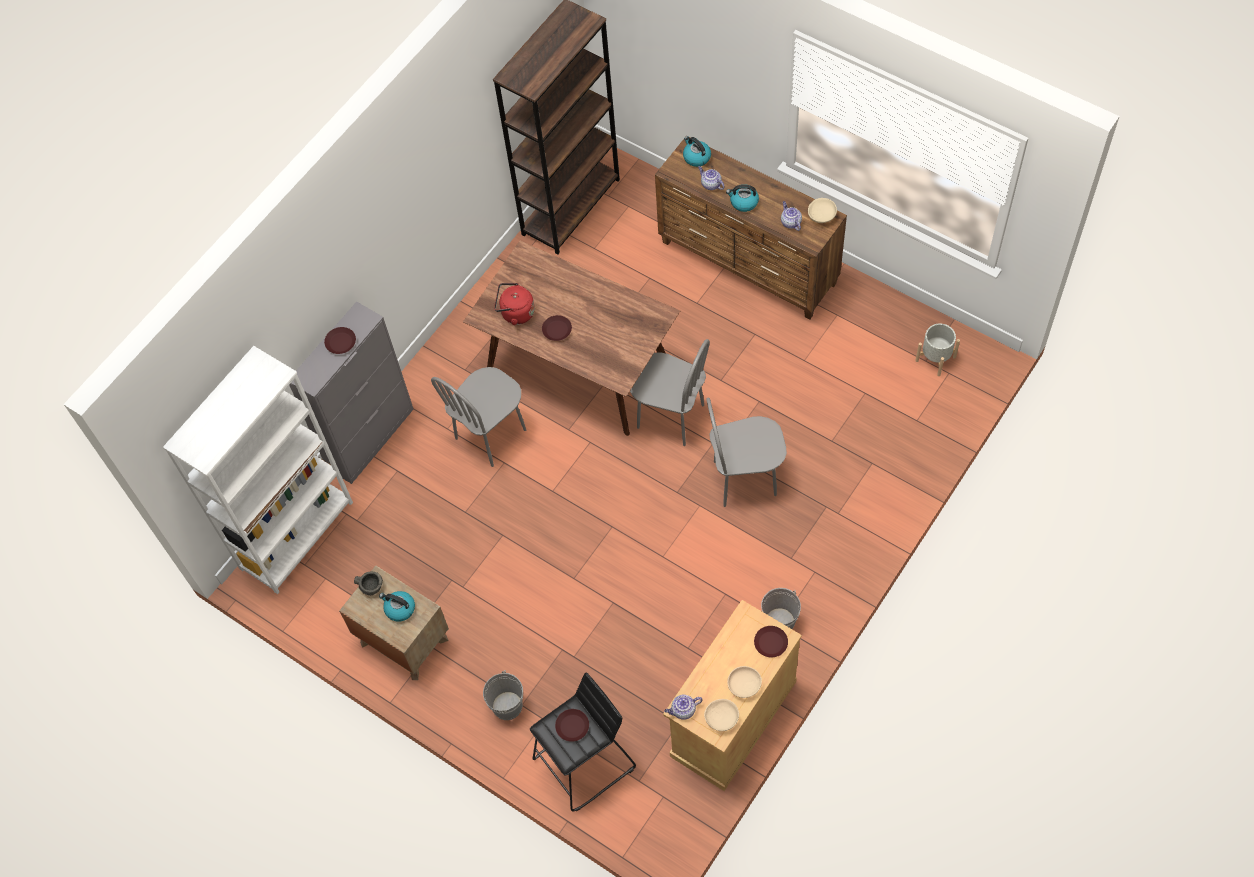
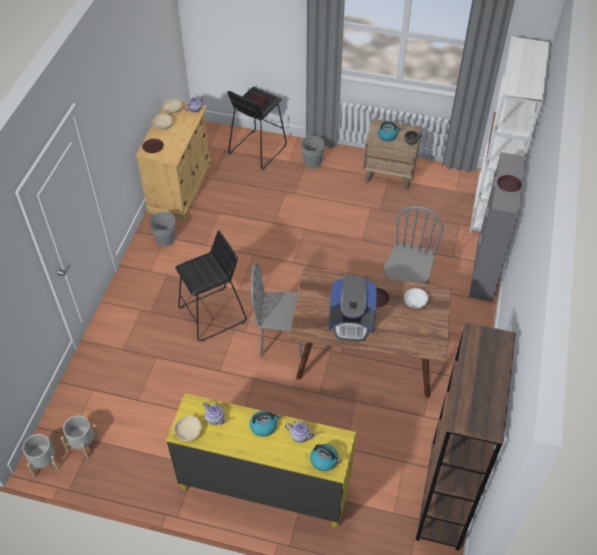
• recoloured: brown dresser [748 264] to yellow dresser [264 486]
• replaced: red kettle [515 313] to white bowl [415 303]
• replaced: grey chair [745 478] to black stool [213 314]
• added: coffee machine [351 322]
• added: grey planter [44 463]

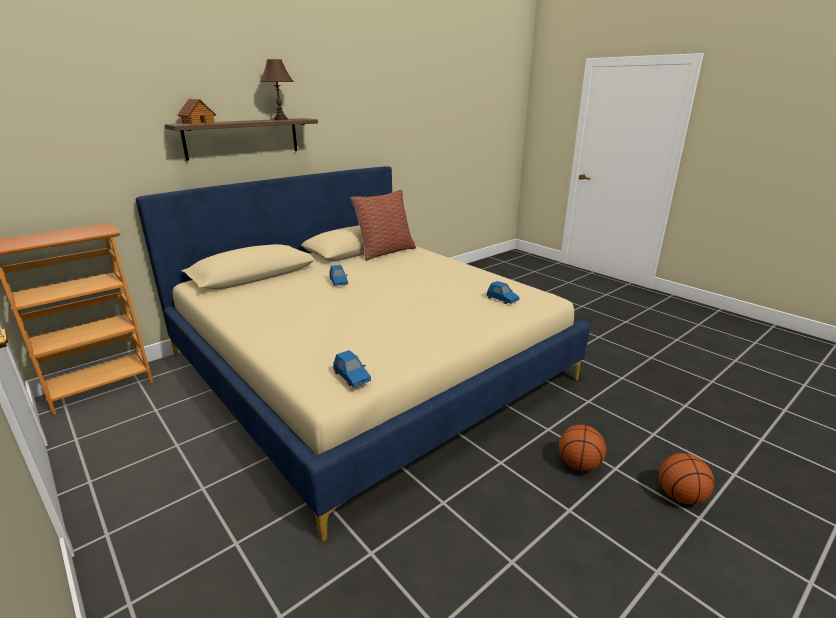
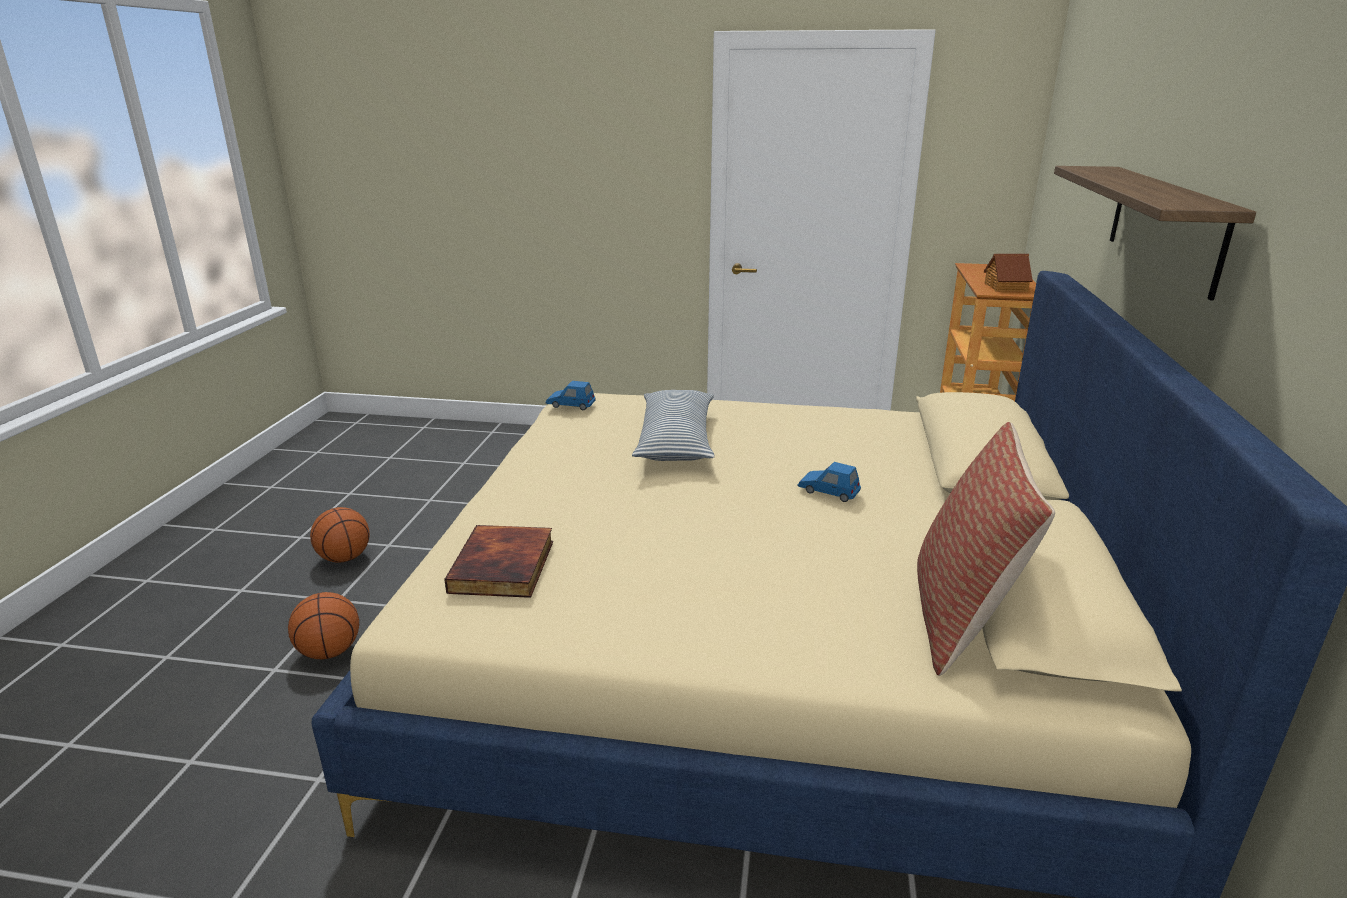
• removed: brown table lamp [281 119]
• moved: toy house [198 123] to [1006 287]
• replaced: blue toy car [502 299] to book [504 567]
• moved: basketball [680 496] to [344 558]
• added: pillow [676 440]

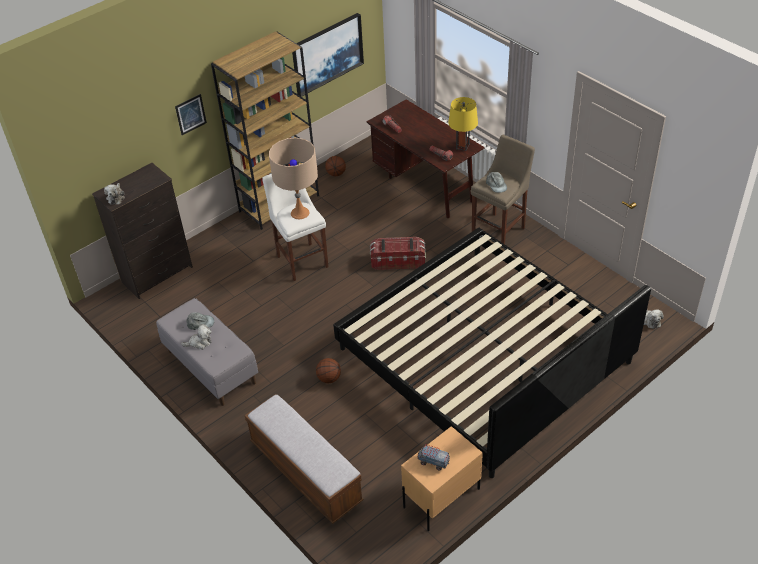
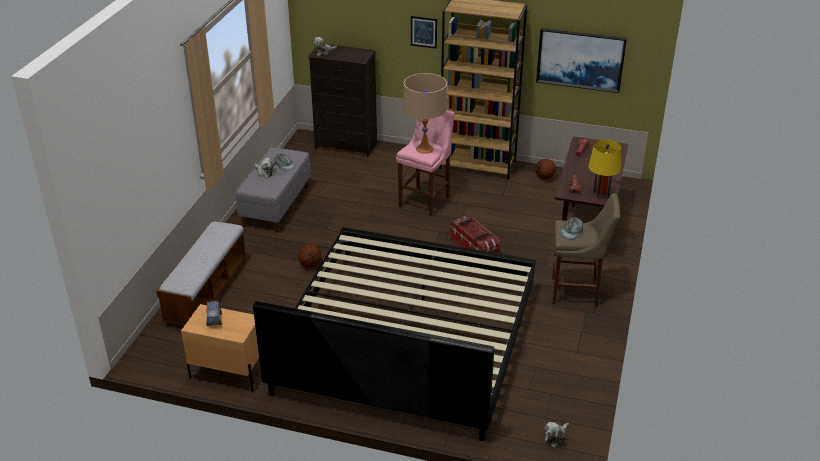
• recoloured: white stool [301 260] to pink stool [425 201]

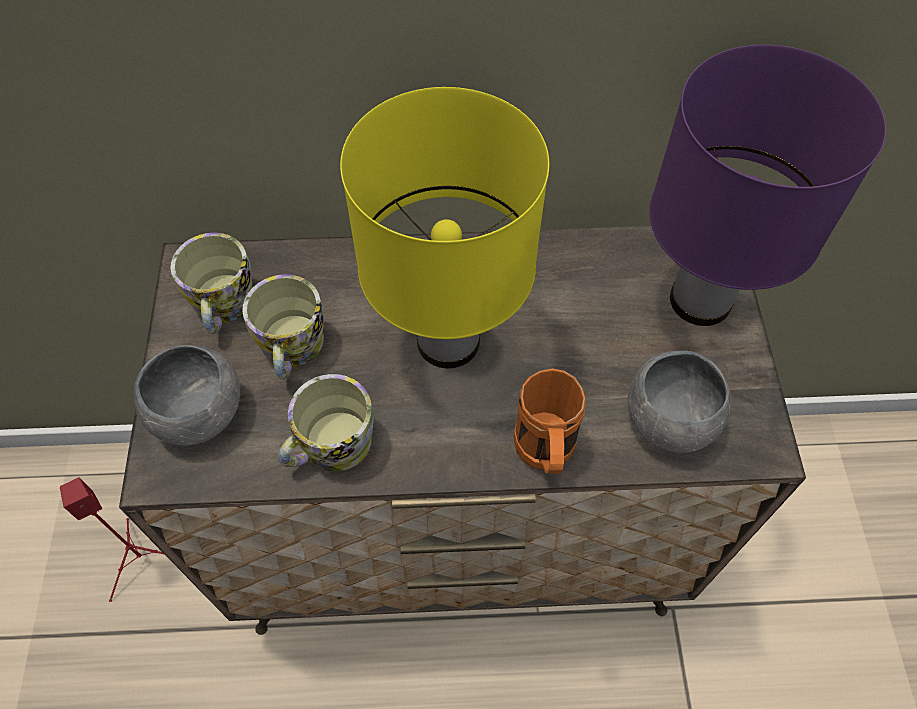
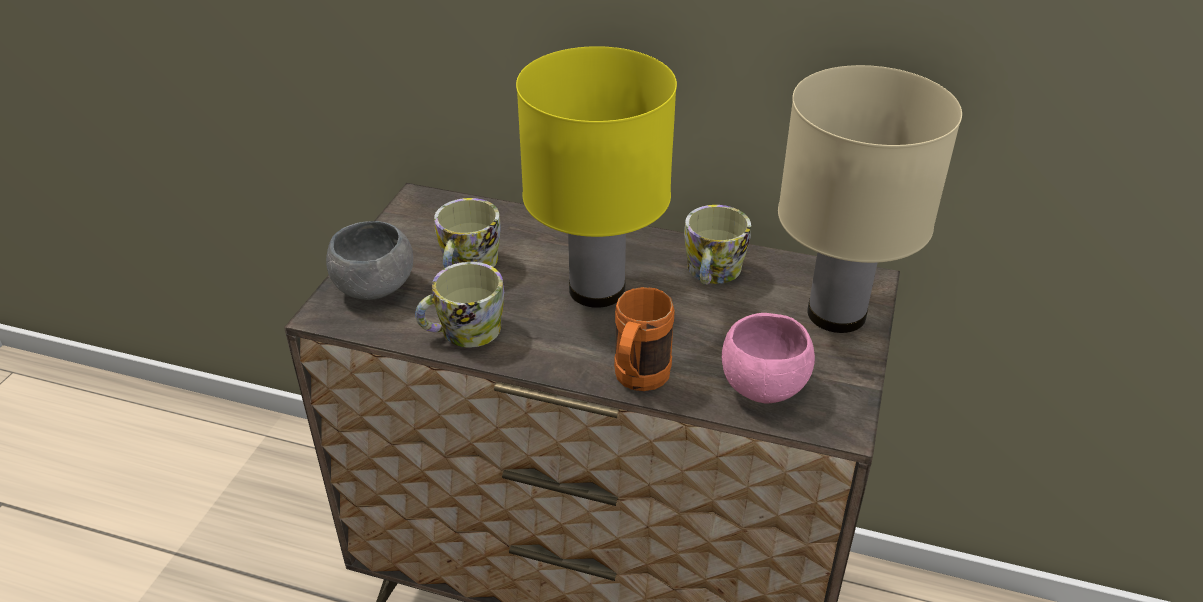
• recoloured: purple table lamp [701 302] to beige table lamp [836 315]
• moved: mug [223 307] to [712 273]
• recoloured: grey bowl [669 419] to pink bowl [763 385]
• removed: red speaker [144 558]

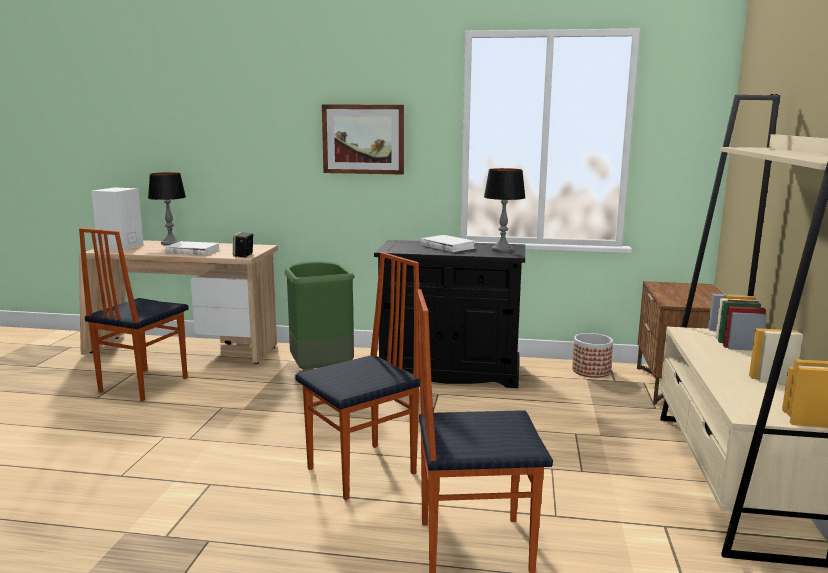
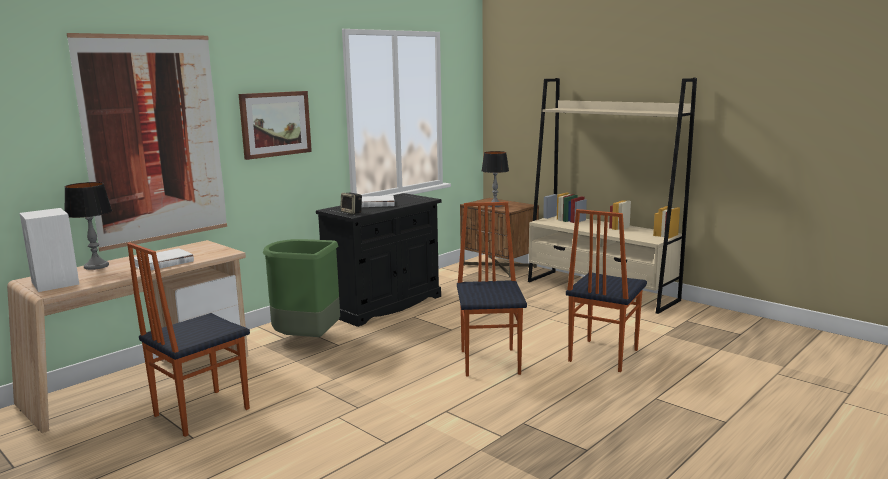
• moved: table lamp [502 250] to [495 205]
• turned: chair [142 385] = [200 412] 75 degrees clockwise
• moved: speaker [243 255] to [352 212]
• removed: planter [590 371]
• added: picture [154 139]

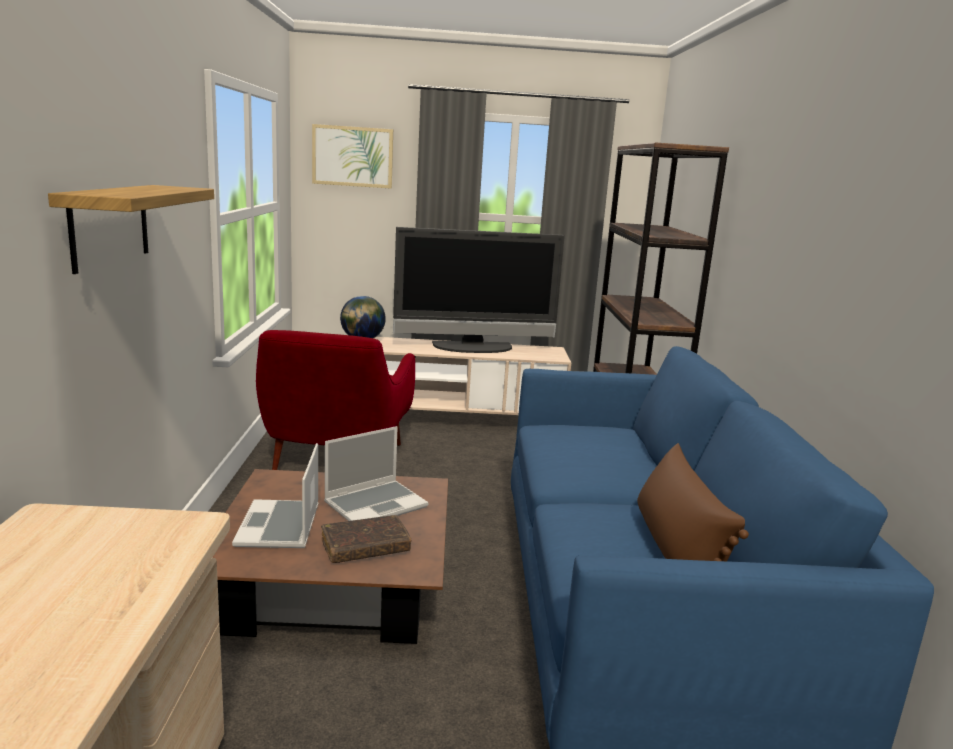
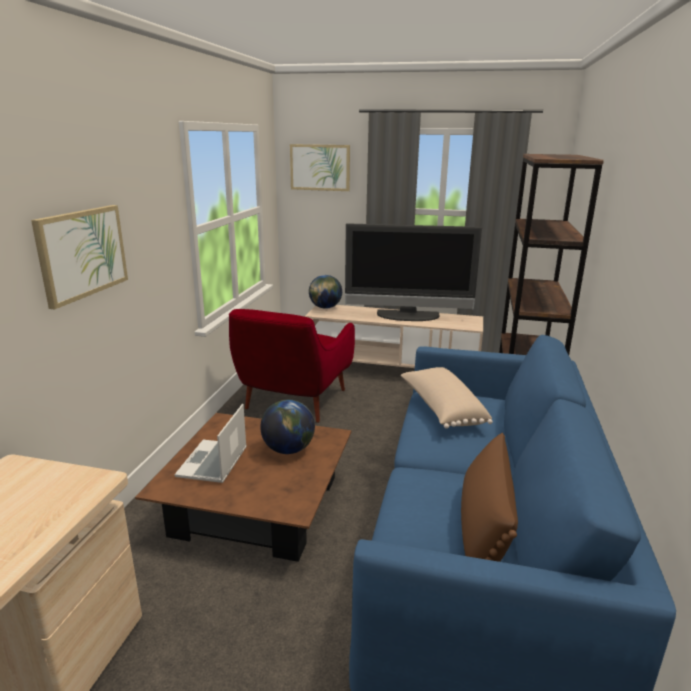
• replaced: shelf [110 225] to picture [82 253]
• replaced: laptop [376 504] to globe [288 449]
• removed: brown book [365 547]
• added: beige pillow [441 409]

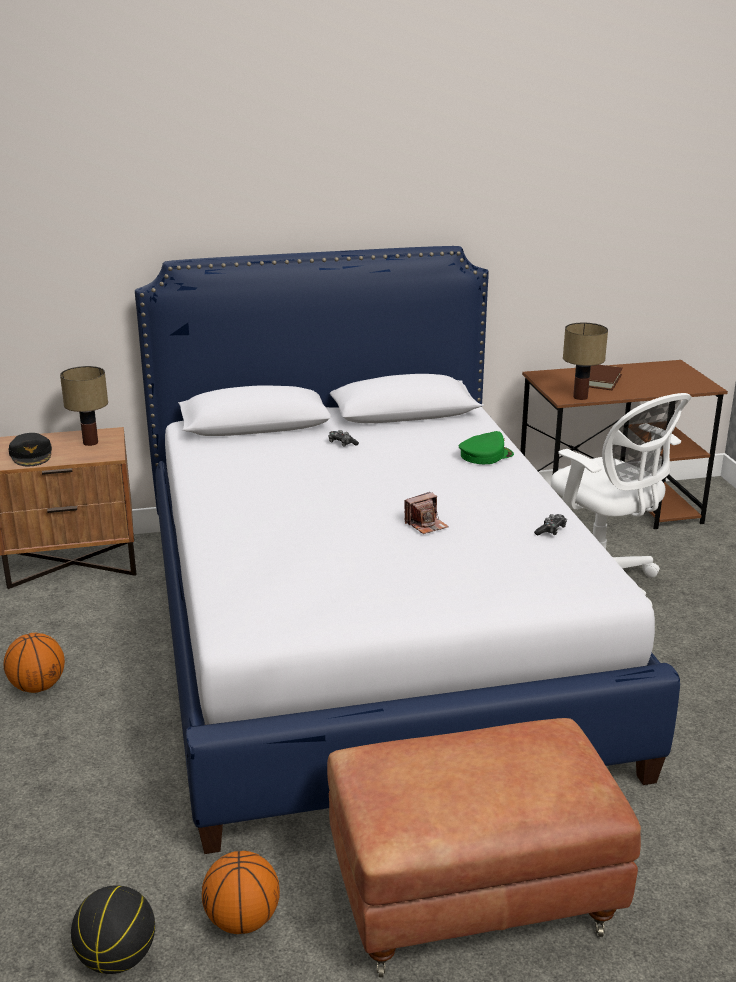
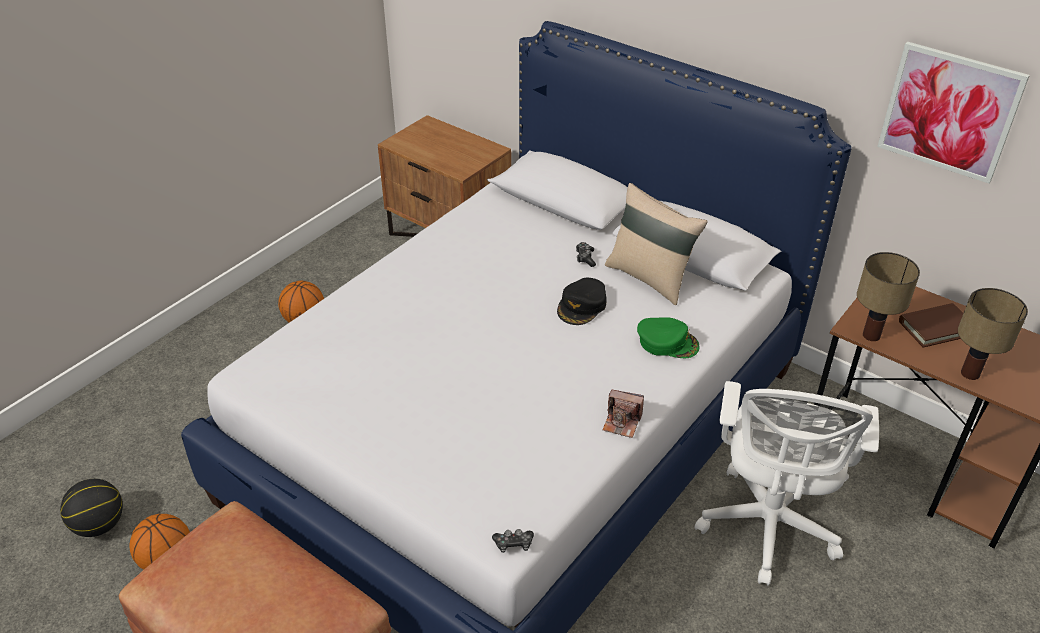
• moved: table lamp [91 442] to [971 373]
• moved: black cap [31 455] to [582 306]
• moved: photo camera [426 525] to [622 422]
• moved: game controller [551 530] to [513 544]
• added: picture [949 112]
• added: beige pillow [650 277]

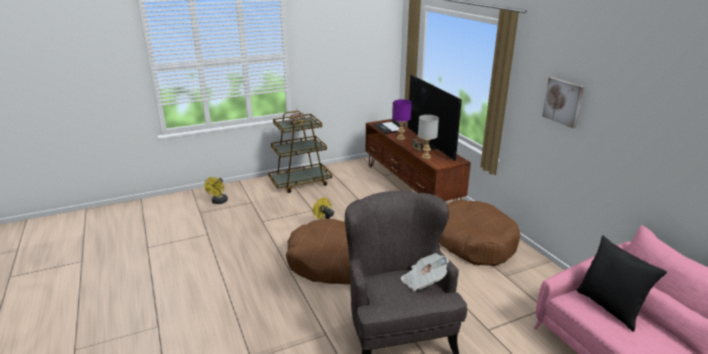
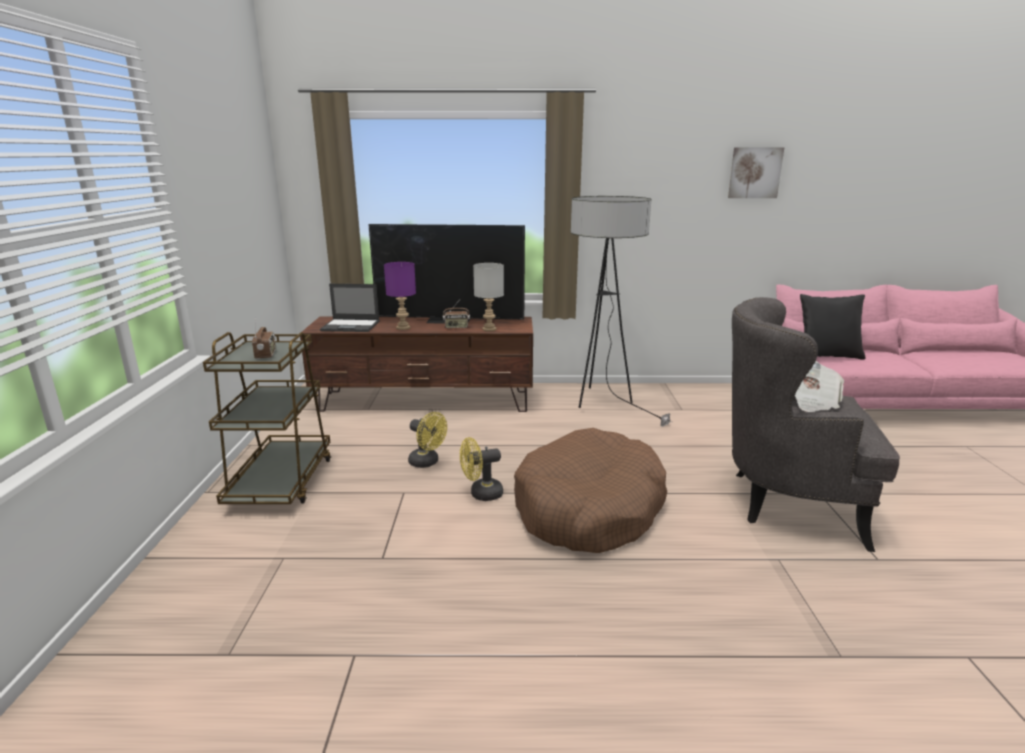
• moved: picture [563 102] to [754 173]
• moved: yellow fan [218 202] to [427 462]
• replaced: brown dog bed [474 242] to floor lamp [603 405]

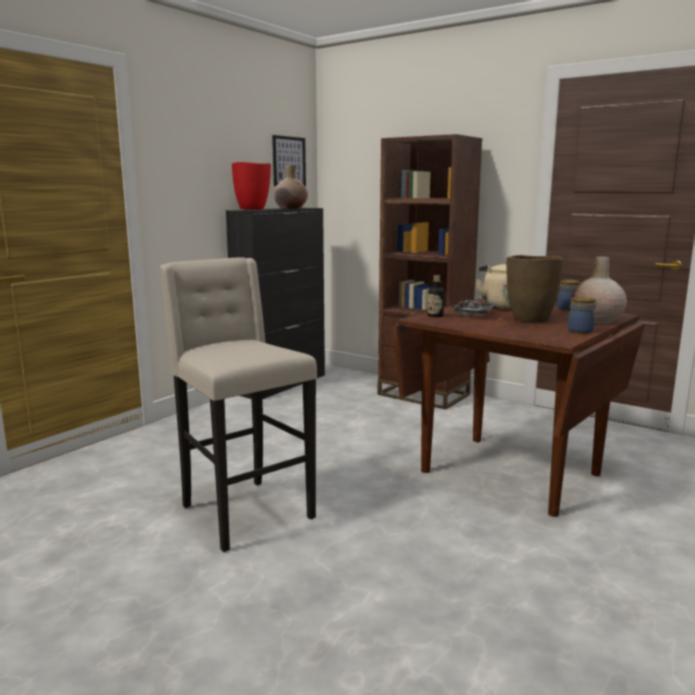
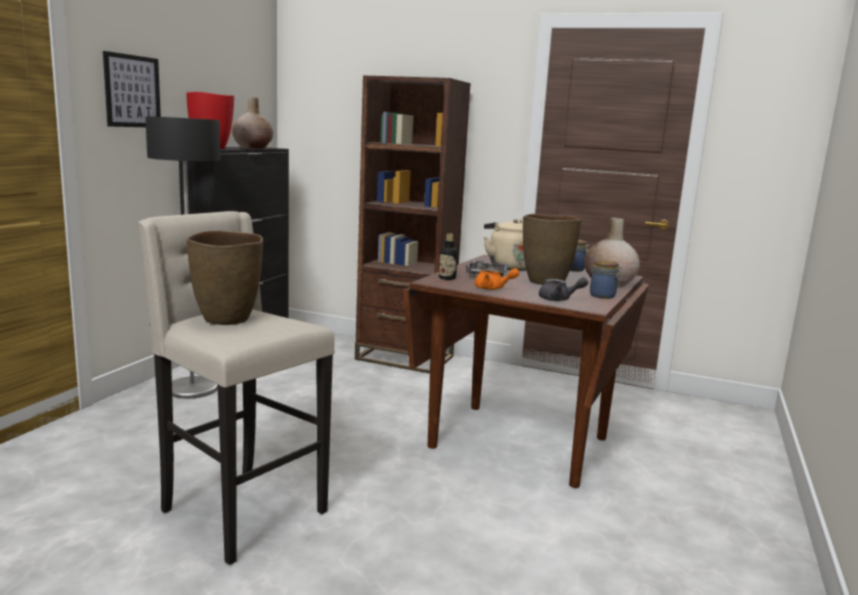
• moved: picture [289 161] to [132 91]
• added: floor lamp [192 388]
• added: brown vase [227 319]
• added: orange teapot [493 288]
• added: grey teapot [559 299]

